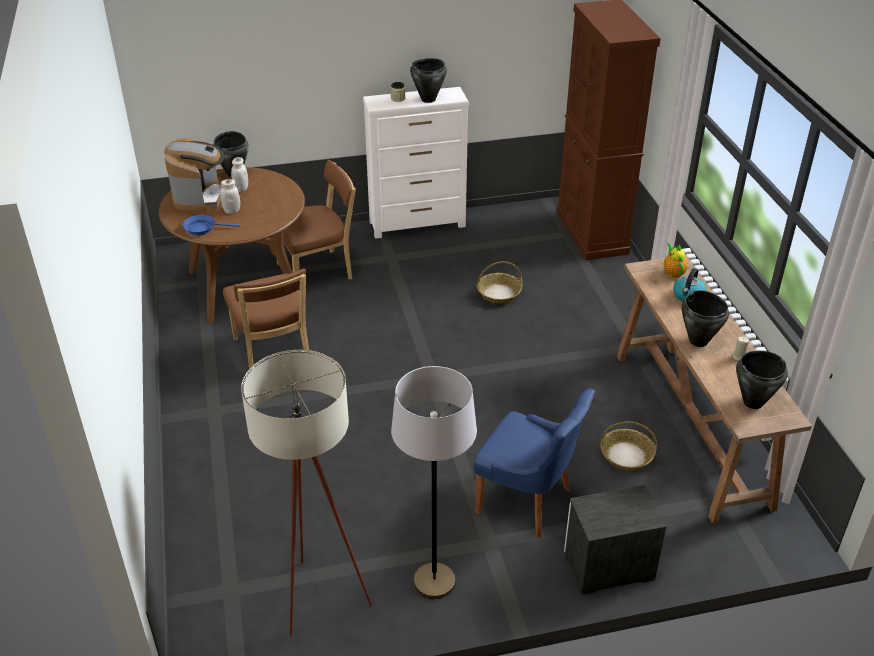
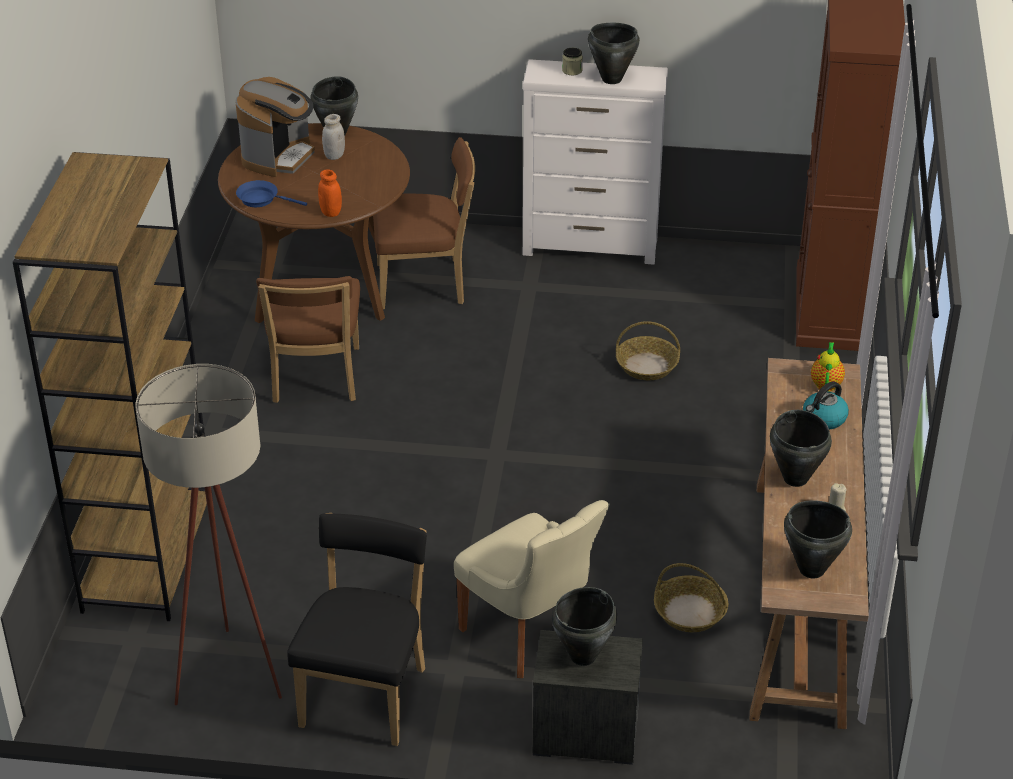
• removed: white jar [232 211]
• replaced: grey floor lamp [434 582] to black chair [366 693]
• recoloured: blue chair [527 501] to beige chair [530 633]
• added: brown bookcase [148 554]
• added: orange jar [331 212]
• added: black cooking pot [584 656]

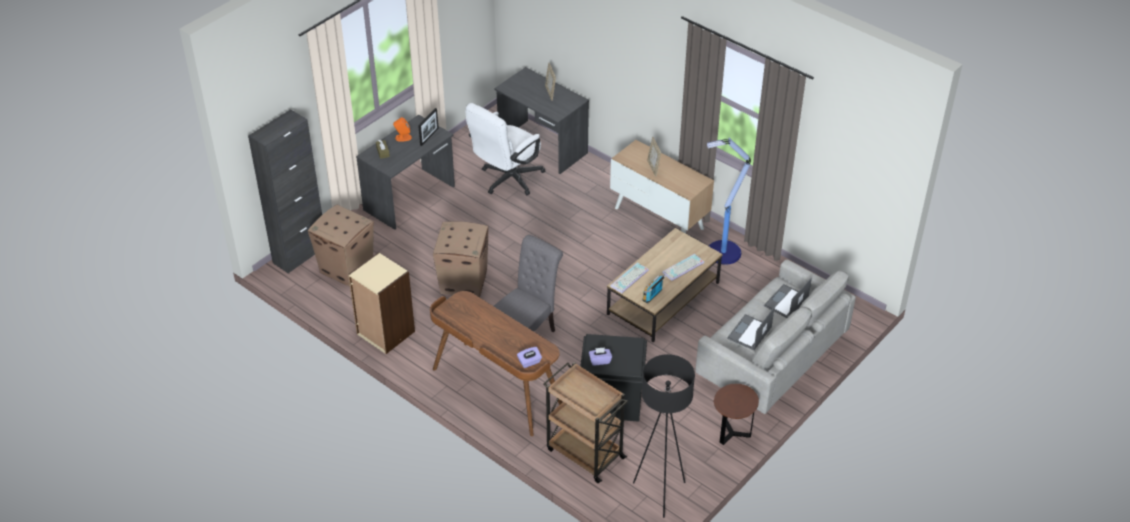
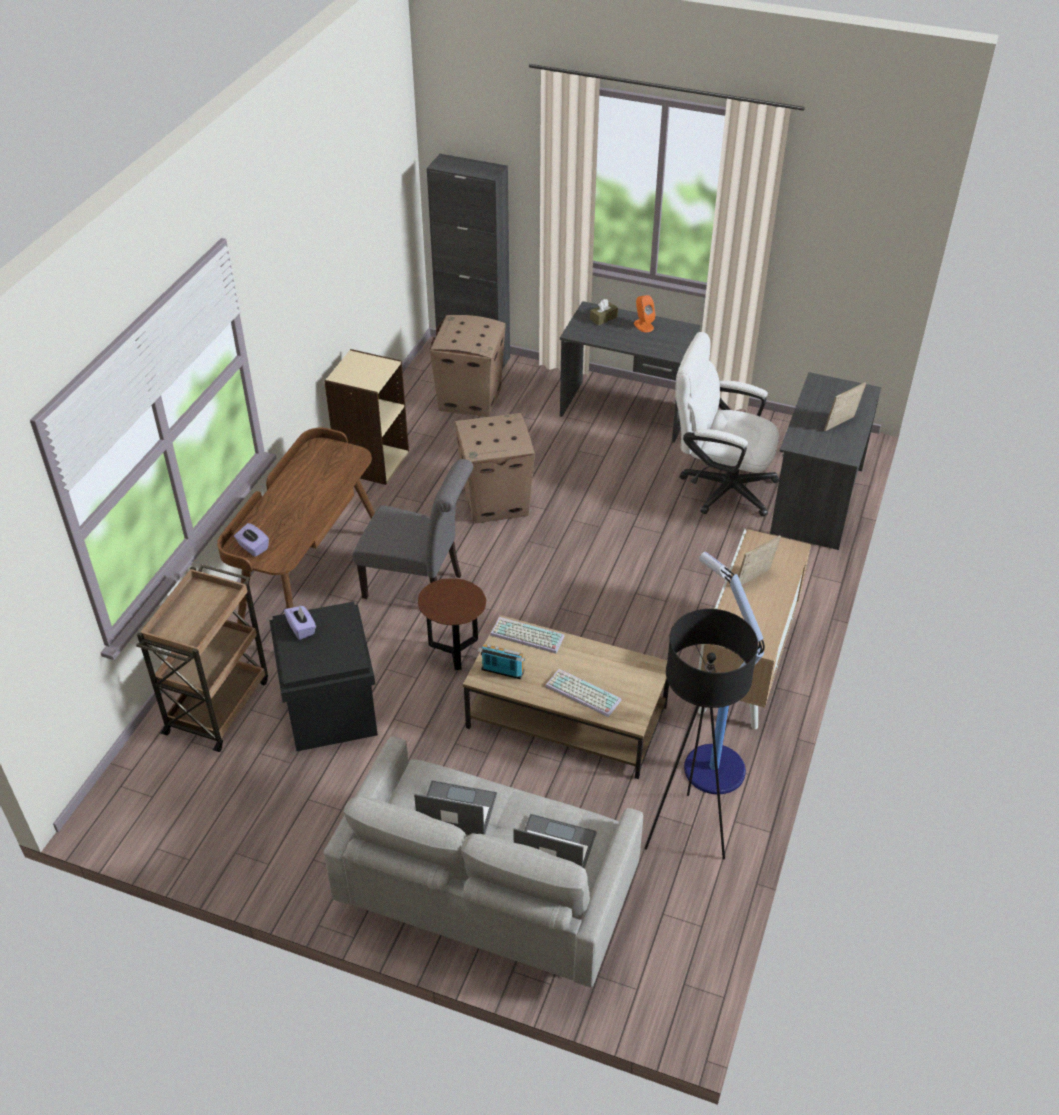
• removed: picture frame [429 136]
• moved: black floor lamp [659 493] to [686 832]
• moved: brown side table [732 433] to [454 651]

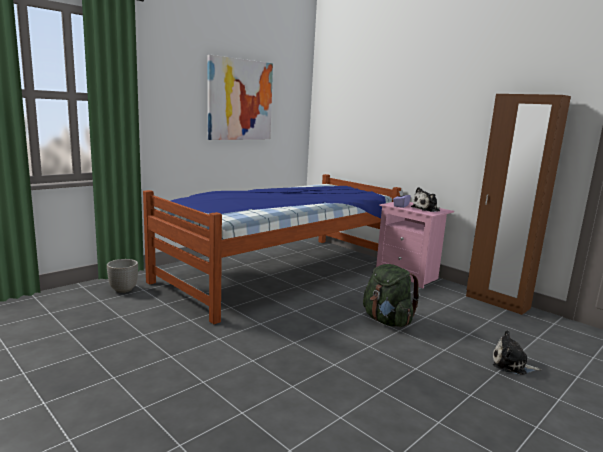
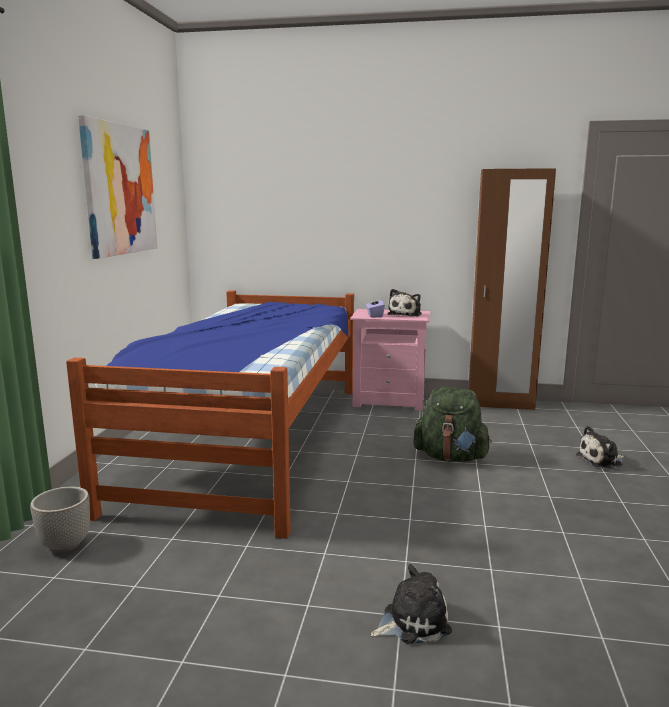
• added: plush toy [412 621]

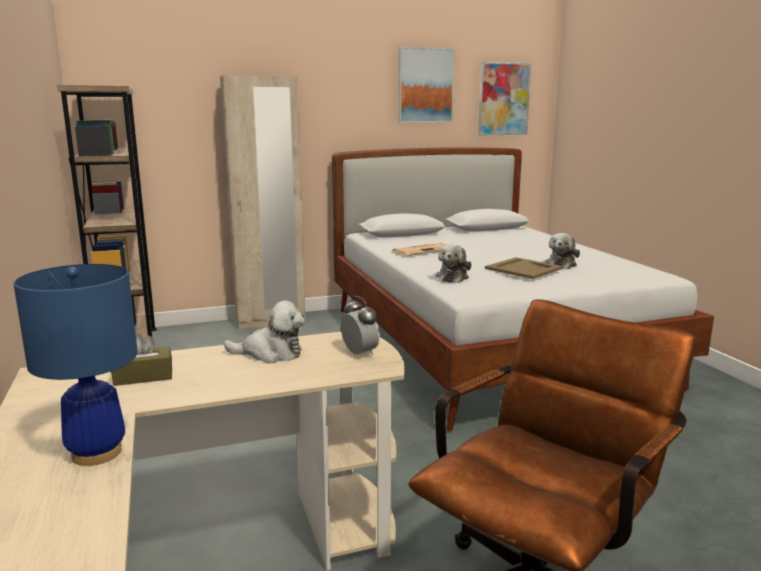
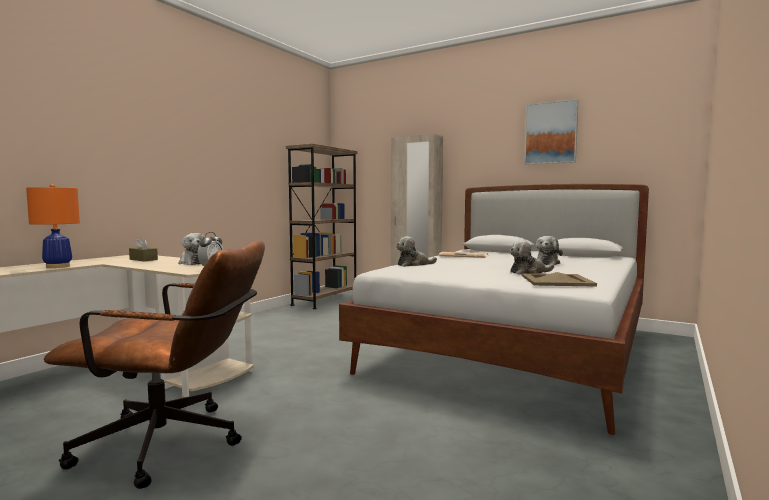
• removed: picture [503 99]
• moved: beige tray [523 268] to [557 280]
• recoloured: blue table lamp [97 453] to orange table lamp [58 266]
• added: plush toy [547 263]

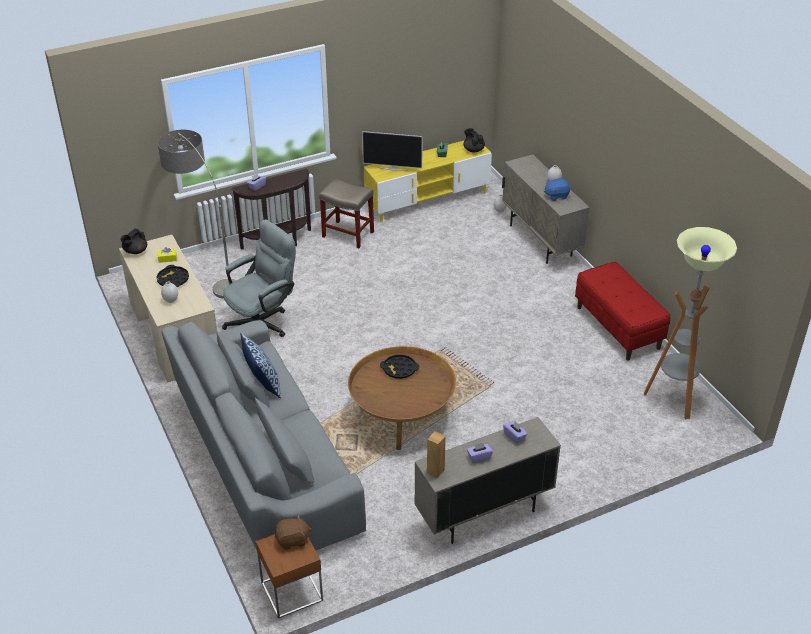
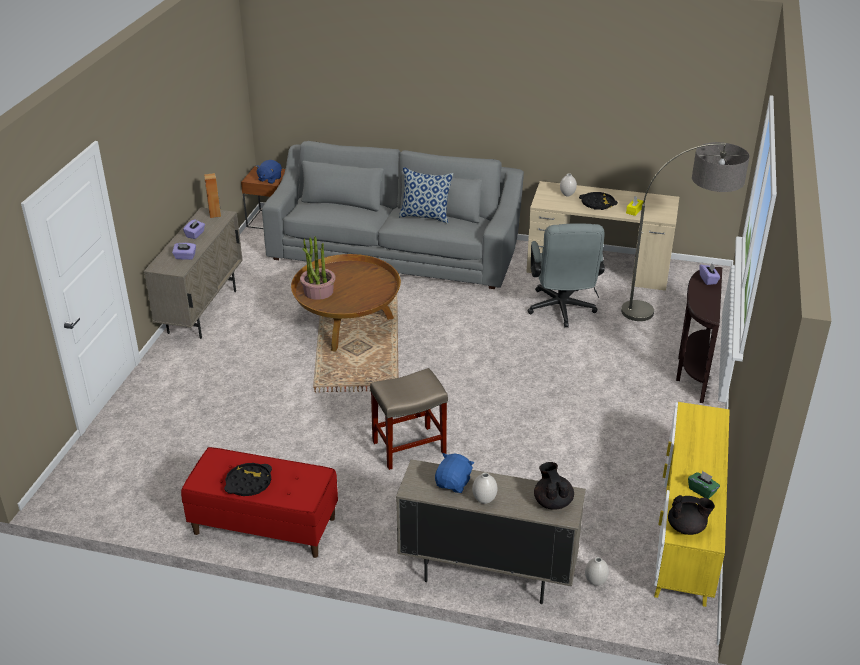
• removed: television [392 168]
• moved: beige stool [347 234] to [410 447]
• removed: floor lamp [674 398]
• moved: black teapot [135 251] to [552 501]
• moved: black tray [399 369] to [248 483]
• recoloured: brown plush toy [293 540] to blue plush toy [269 179]
• added: potted plant [318 291]

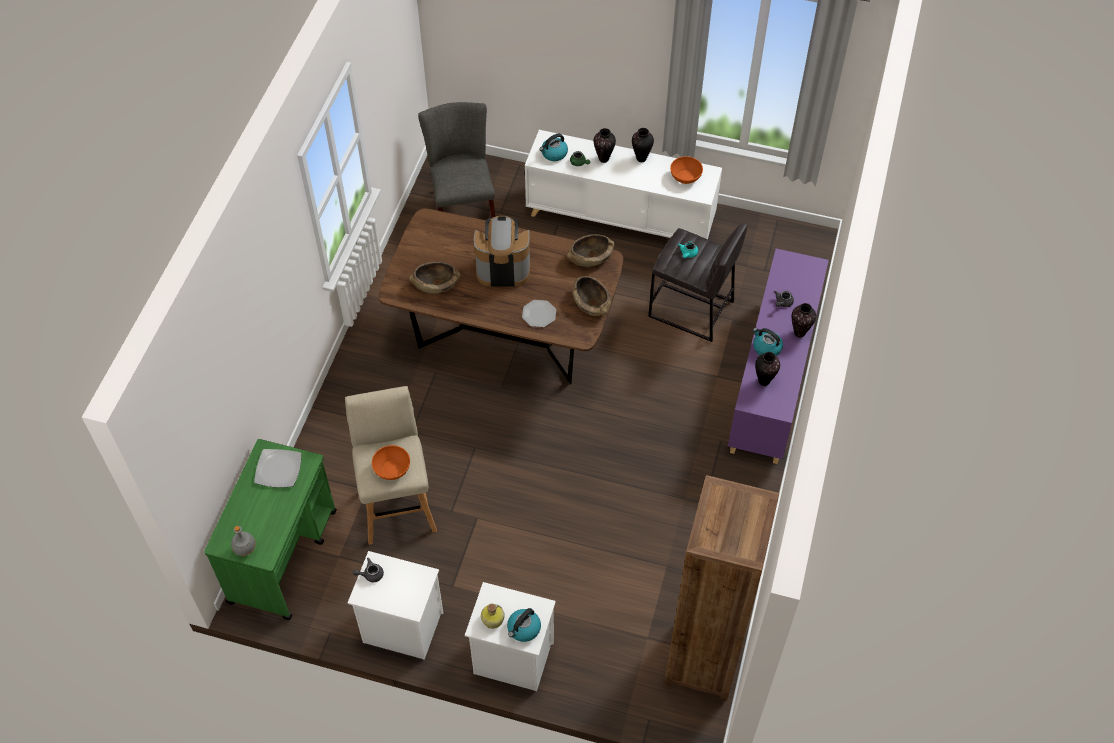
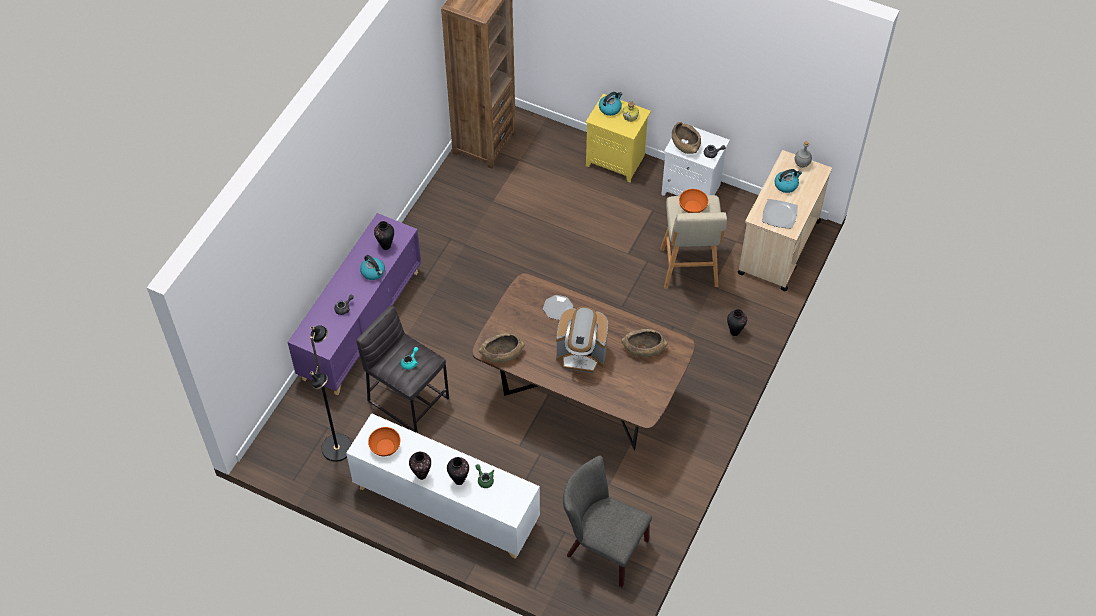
• turned: grey chair [462 205] = [602 547] 120 degrees clockwise
• moved: kettle [554 154] to [786 185]
• moved: brown bowl [591 303] to [685 144]
• moved: vase [800 333] to [734 332]
• recoloured: green cart [283 555] to beige cart [778 248]
• recoloured: white nightstand [511 658] to yellow nightstand [617 160]
• added: black floor lamp [337 448]

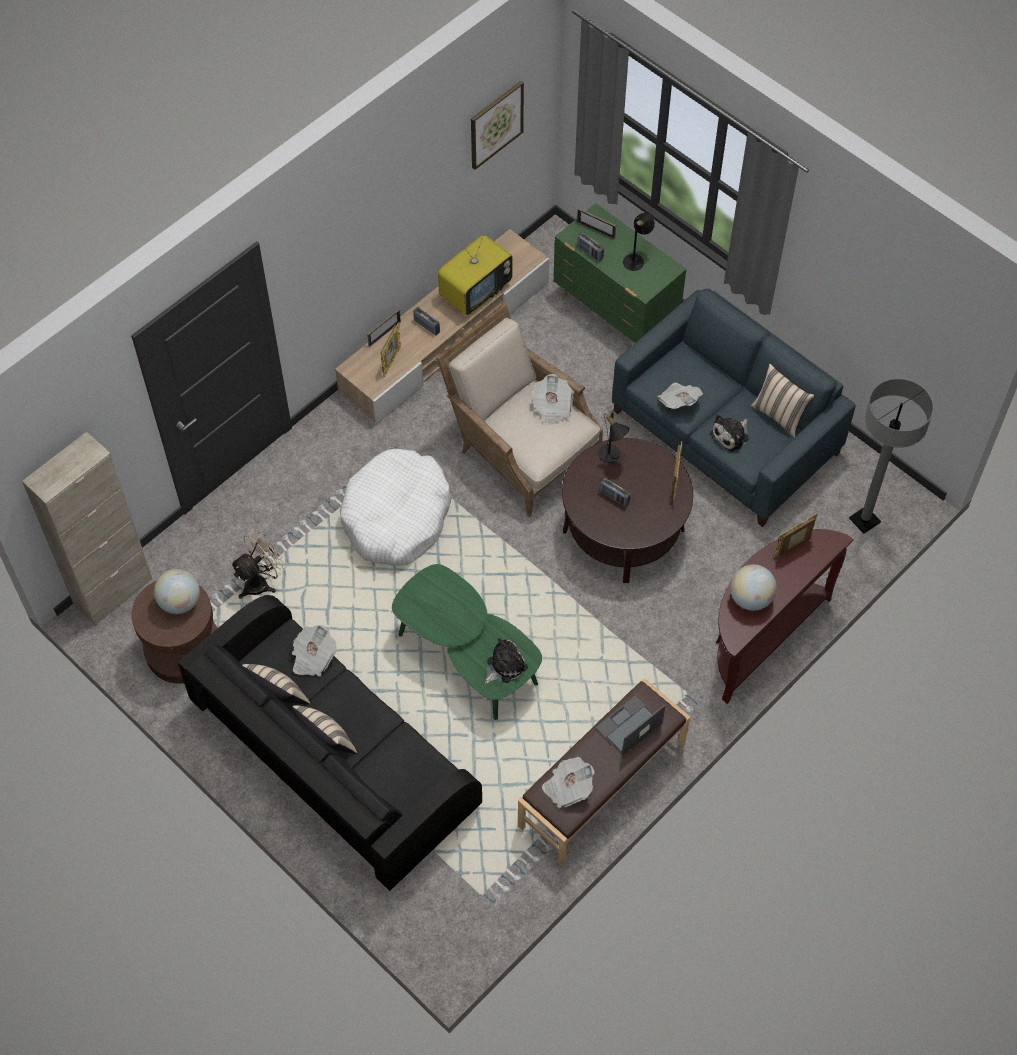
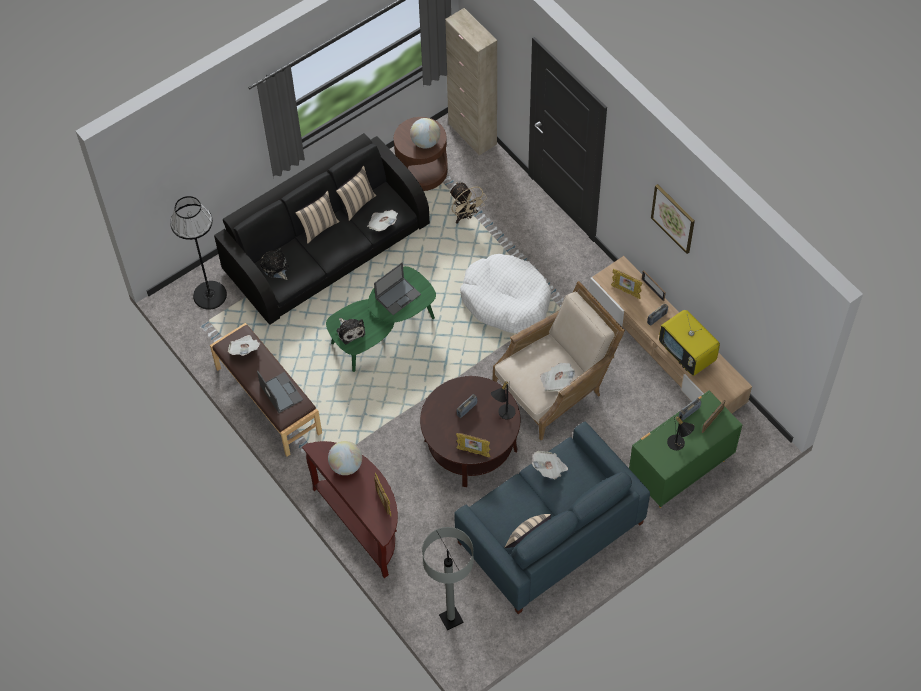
• moved: picture [496 124] to [673 218]
• moved: plush toy [731 435] to [275 267]
• added: black floor lamp [210 295]
• added: laptop [398 296]

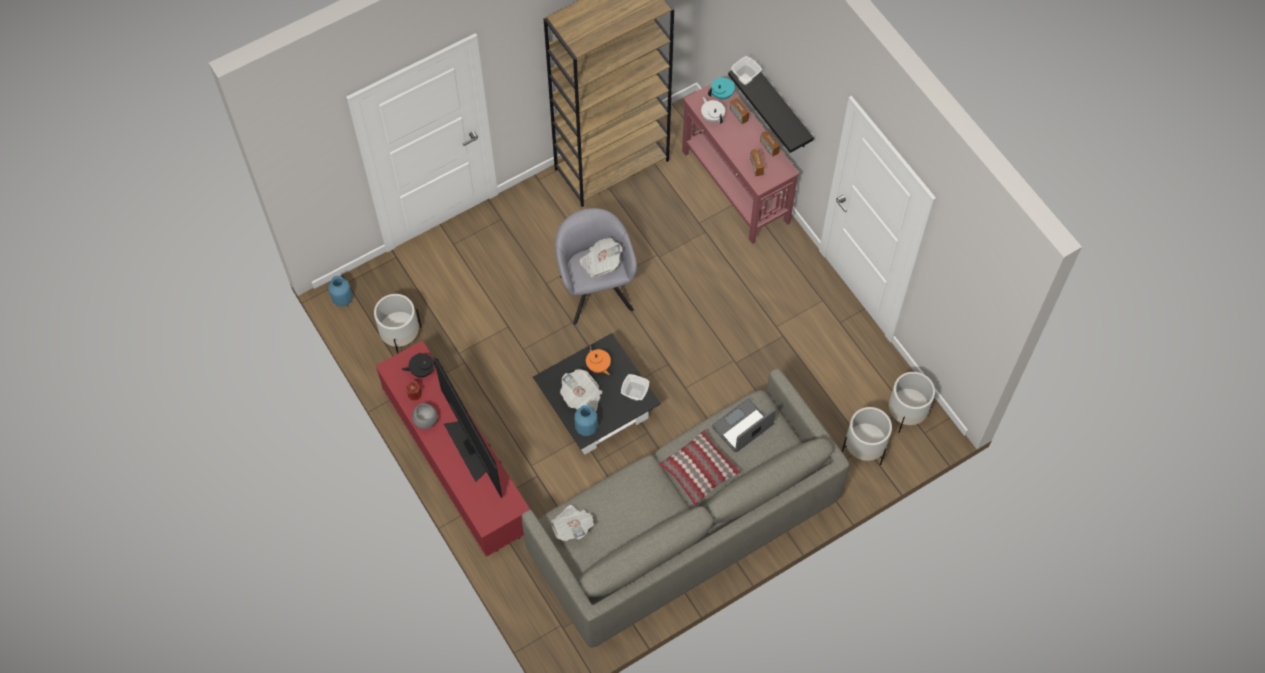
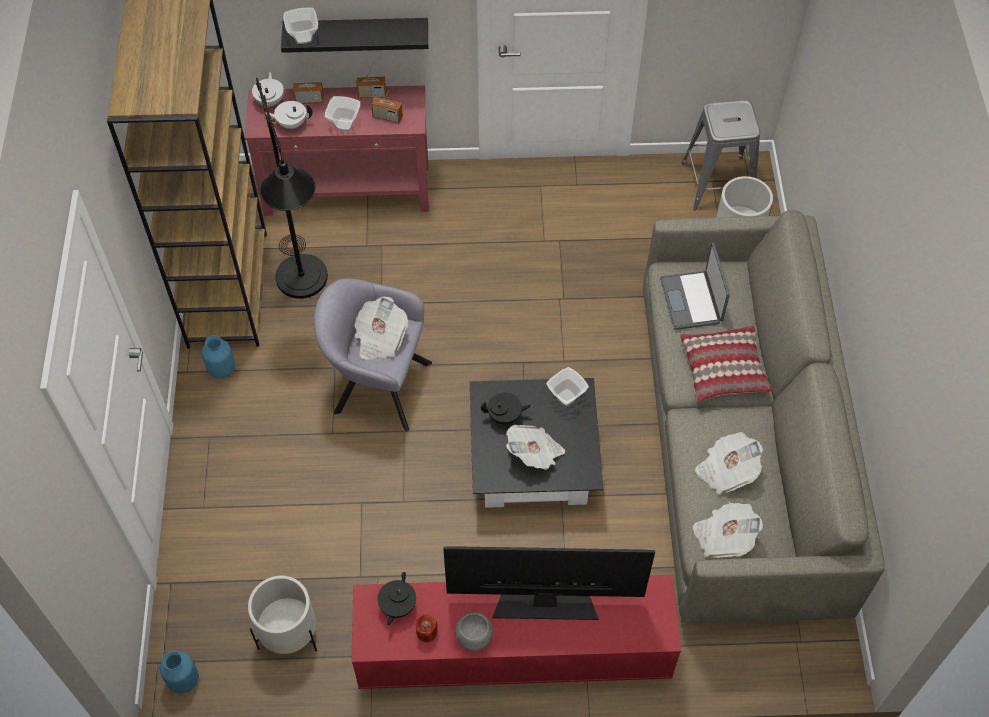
• recoloured: turquoise teapot [722 94] to white teapot [270 101]
• recoloured: orange teapot [598 366] to black teapot [505 416]
• replaced: white planter [906 413] to grey stool [718 183]
• moved: blue vase [586 427] to [221 369]
• added: black floor lamp [305 289]
• added: bowl [345 124]
• added: newspaper [726 470]

